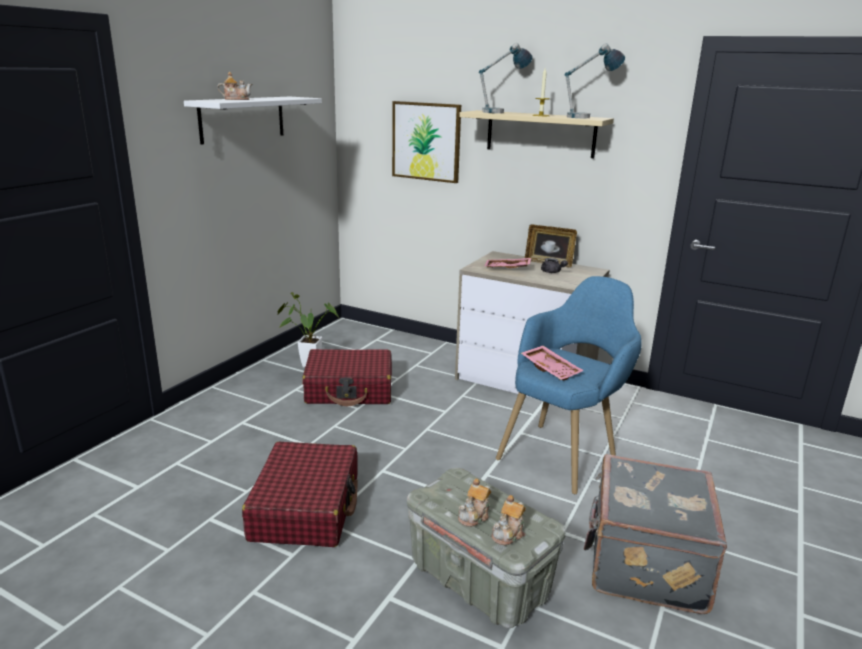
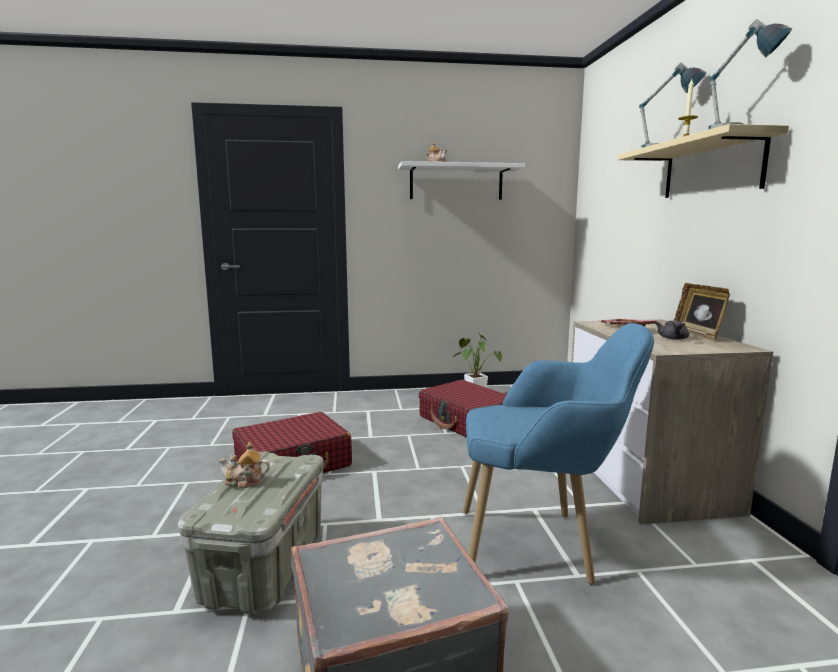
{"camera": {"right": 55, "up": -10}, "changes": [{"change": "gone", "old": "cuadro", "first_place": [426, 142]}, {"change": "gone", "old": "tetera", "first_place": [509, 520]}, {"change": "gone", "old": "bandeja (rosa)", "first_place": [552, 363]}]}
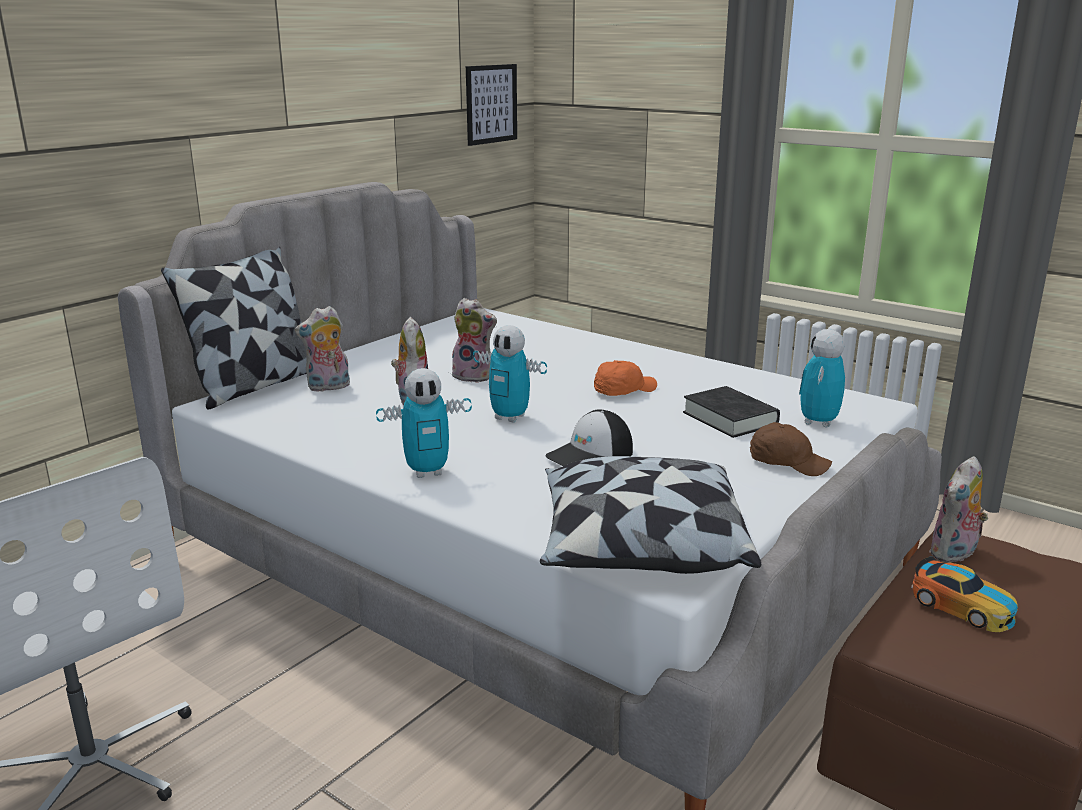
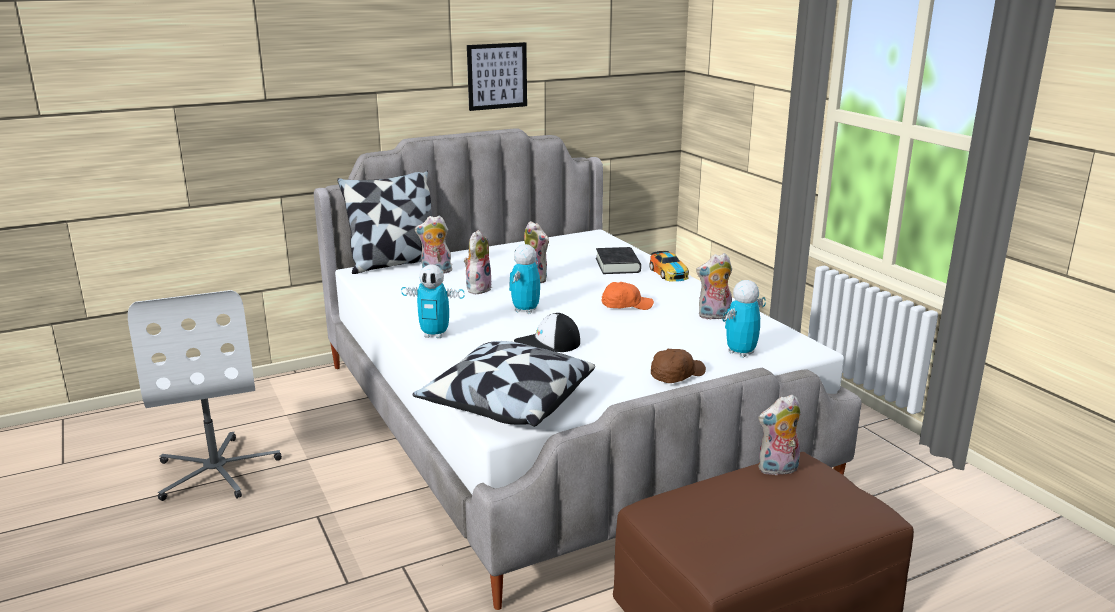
{"camera": {"right": 25, "up": 0}, "changes": [{"change": "shifted", "old": "cuadro", "first_place": [491, 105], "second_place": [497, 76]}, {"change": "rotated", "old": "robot de juguete", "first_place": [510, 374], "second_place": [524, 279], "degrees": 60}, {"change": "shifted", "old": "libro (negro)", "first_place": [731, 412], "second_place": [618, 260]}, {"change": "shifted", "old": "coche de juguete", "first_place": [964, 594], "second_place": [669, 266]}, {"change": "rotated", "old": "gorra (marrón)", "first_place": [791, 449], "second_place": [678, 366], "degrees": -90}, {"change": "new", "new": "peluche", "second_place": [714, 286]}]}
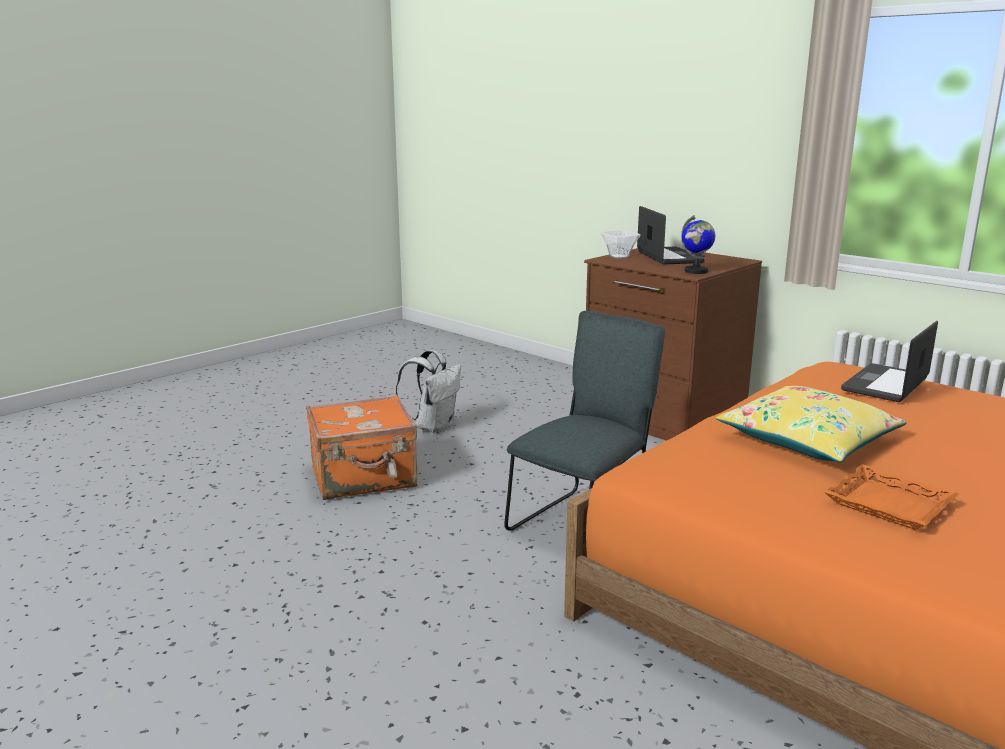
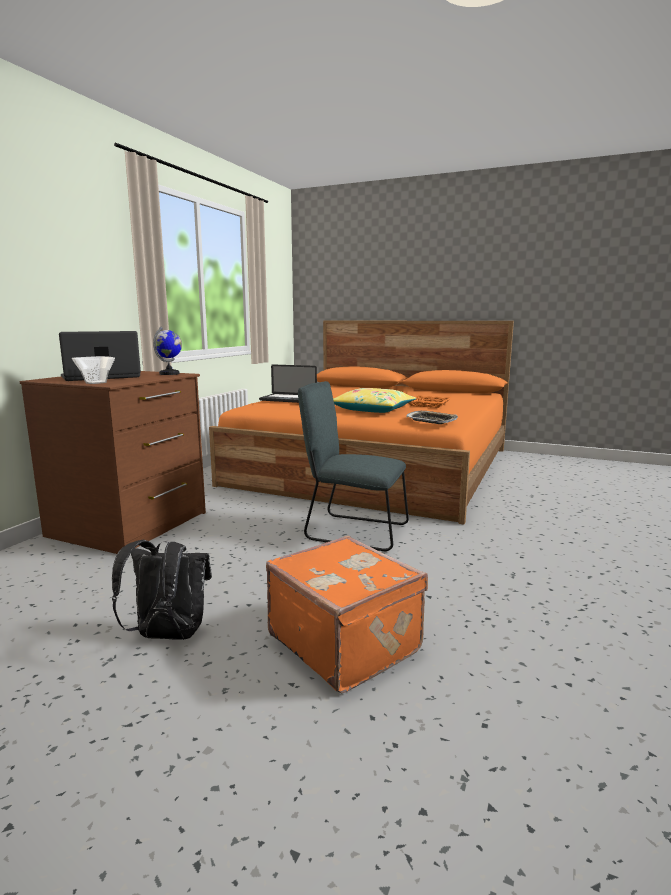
{"camera": {"right": -110, "up": -5}, "changes": [{"change": "repainted", "old": "mochila (blanco)", "new": "mochila (negro)", "first_place": [428, 391], "second_place": [162, 590]}, {"change": "new", "new": "bandeja", "second_place": [432, 417]}]}
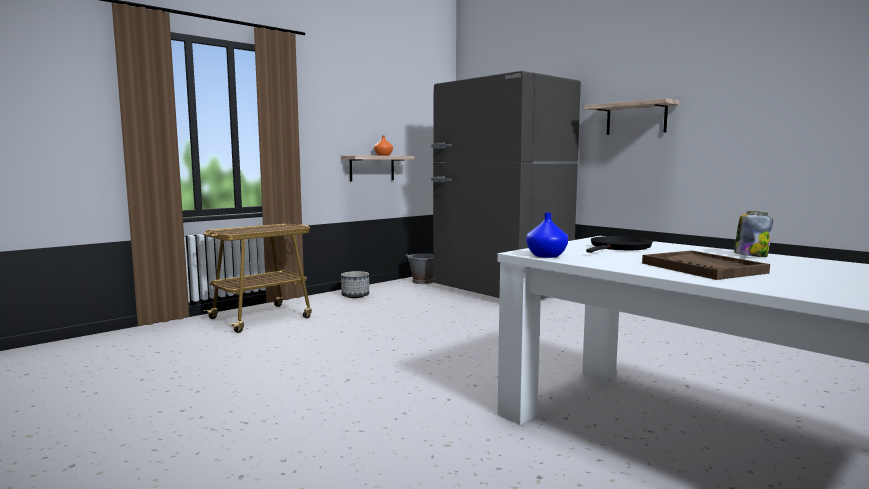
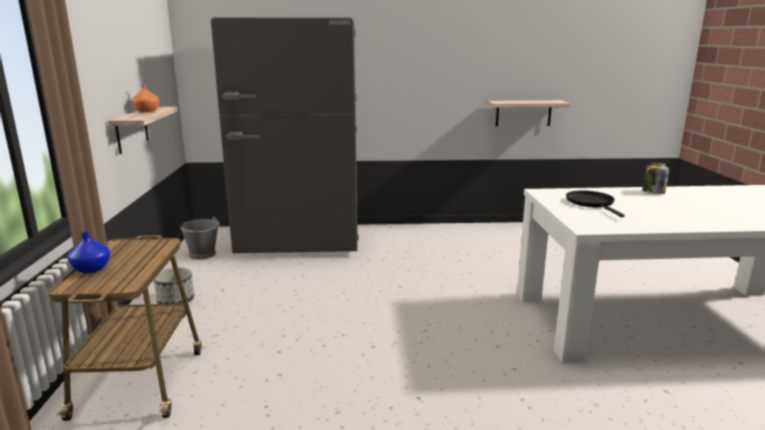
{"camera": {"right": -50, "up": 10}, "changes": [{"change": "shifted", "old": "florero (azul)", "first_place": [547, 235], "second_place": [88, 252]}, {"change": "shifted", "old": "estante", "first_place": [631, 116], "second_place": [529, 113]}, {"change": "gone", "old": "bandeja (marrón)", "first_place": [706, 265]}]}
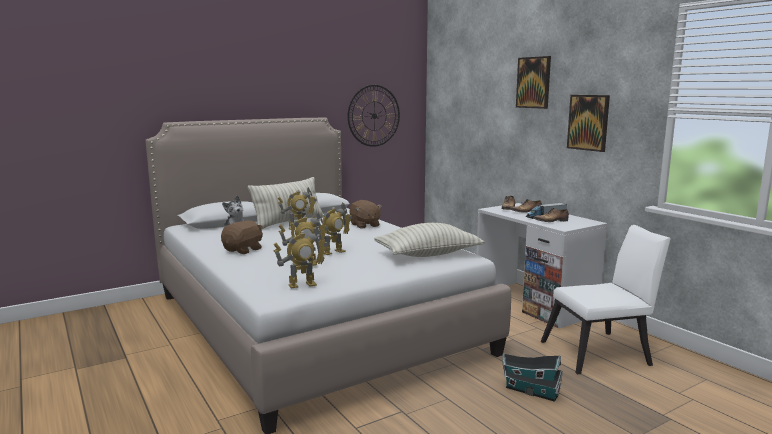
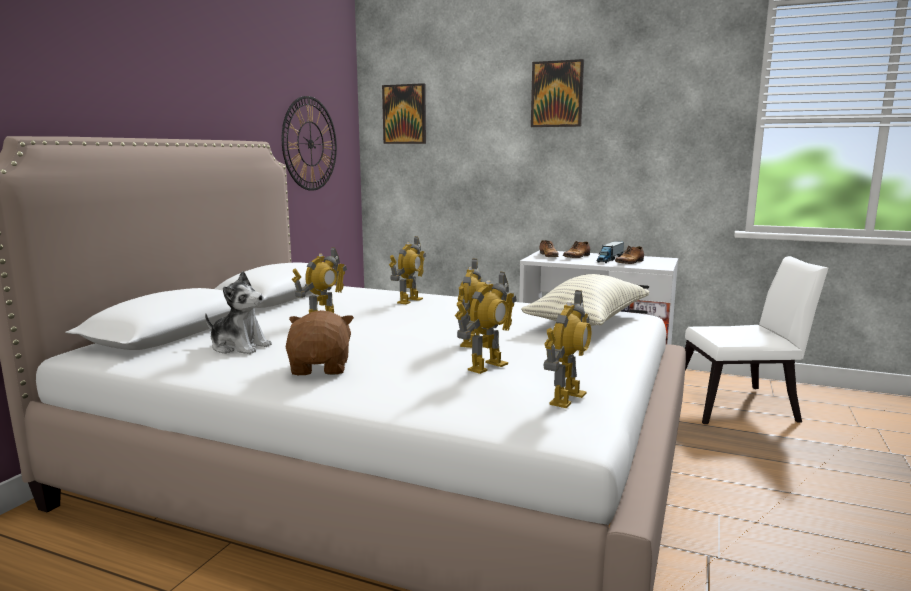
{"camera": {"right": -35, "up": 0}, "changes": [{"change": "shifted", "old": "cuadro", "first_place": [588, 123], "second_place": [404, 113]}, {"change": "swapped", "old": "peluche (marrón)", "new": "robot de juguete", "first_place": [365, 214], "second_place": [407, 270]}, {"change": "rotated", "old": "silla (blanco)", "first_place": [606, 300], "second_place": [756, 340], "degrees": 45}, {"change": "gone", "old": "cojín", "first_place": [286, 203]}, {"change": "gone", "old": "casita", "first_place": [532, 378]}]}
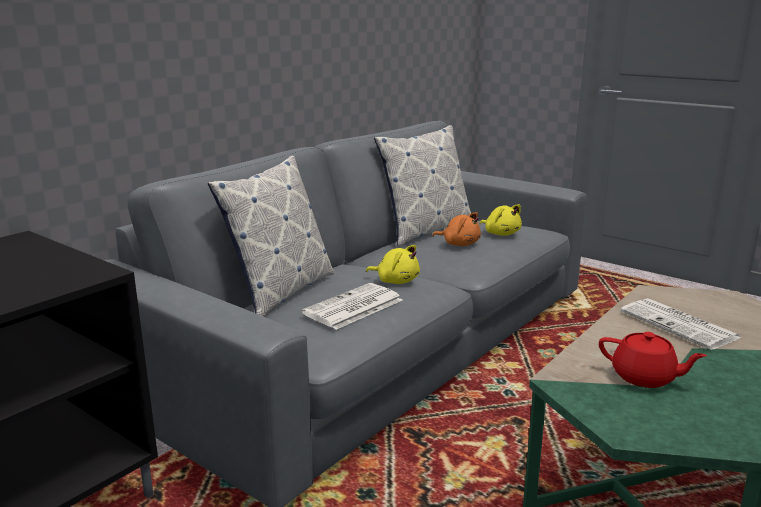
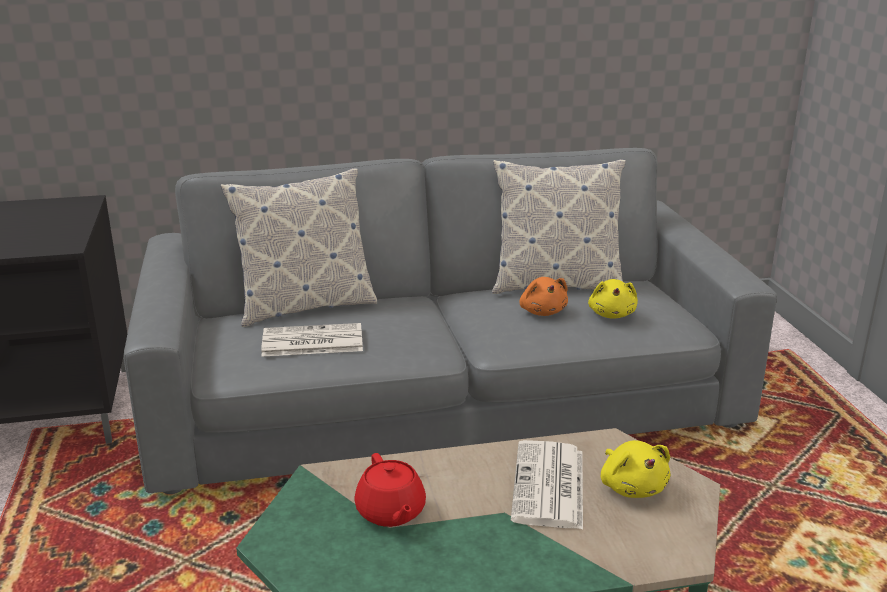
{"camera": {"right": 40, "up": 5}, "changes": [{"change": "shifted", "old": "peluche (amarillo)", "first_place": [393, 264], "second_place": [635, 469]}]}
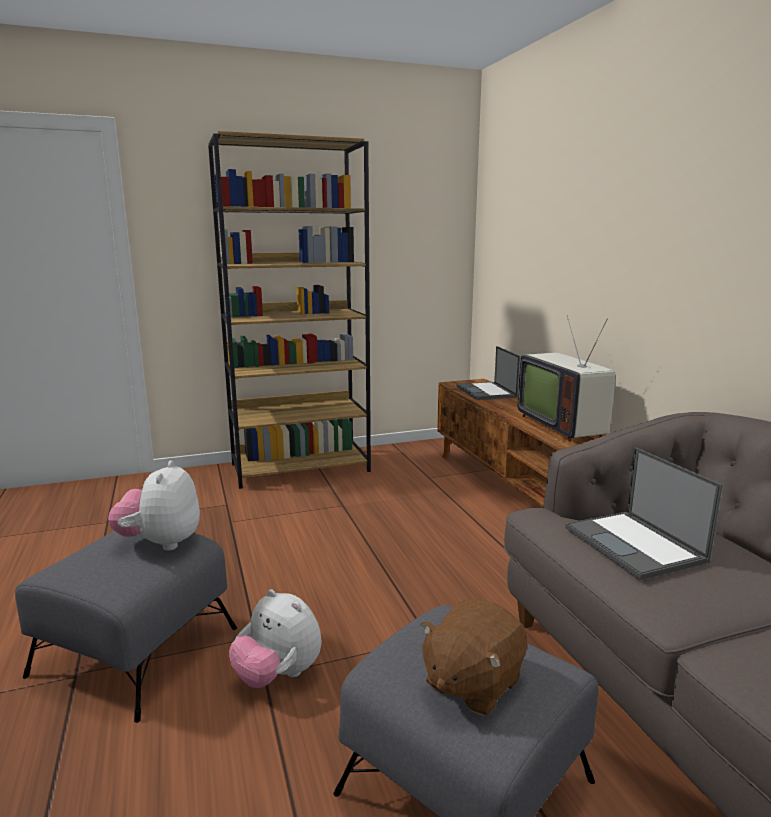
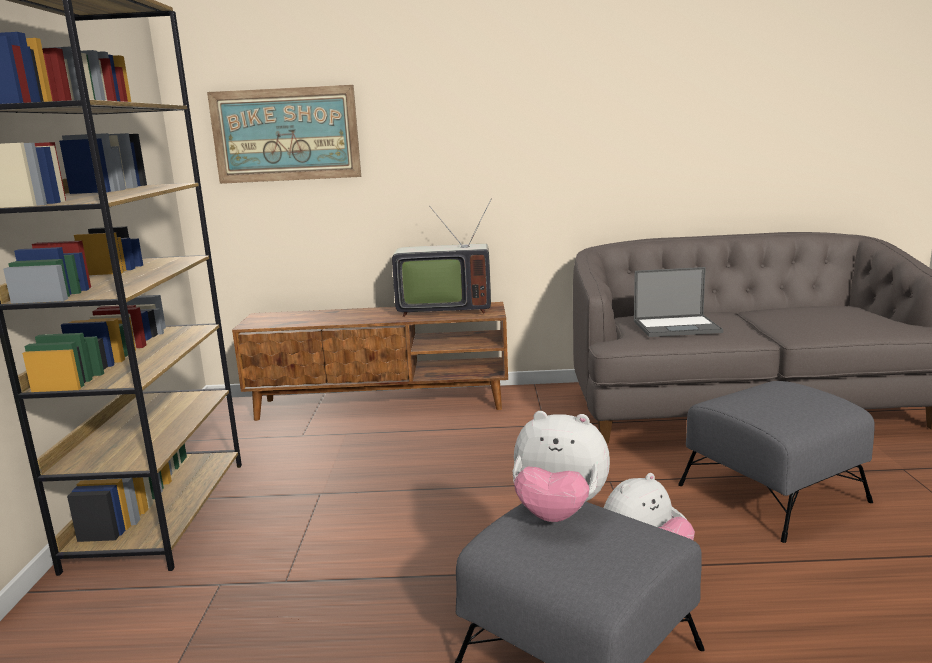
{"camera": {"right": -70, "up": 0}, "changes": [{"change": "new", "new": "cuadro", "second_place": [284, 134]}, {"change": "gone", "old": "peluche (marrón)", "first_place": [473, 657]}, {"change": "gone", "old": "portátil", "first_place": [488, 373]}]}
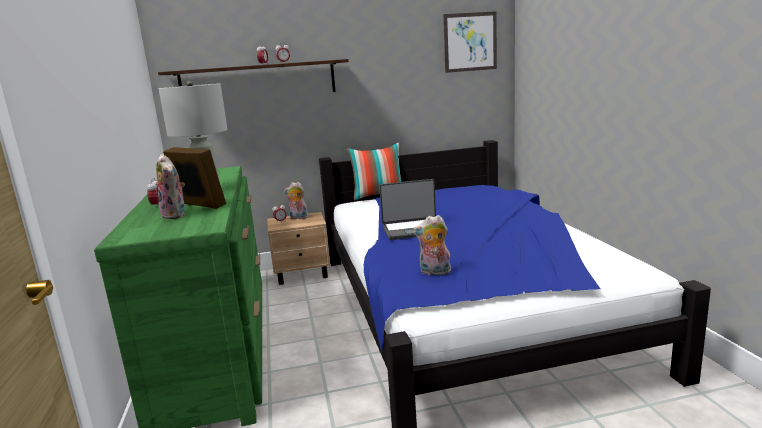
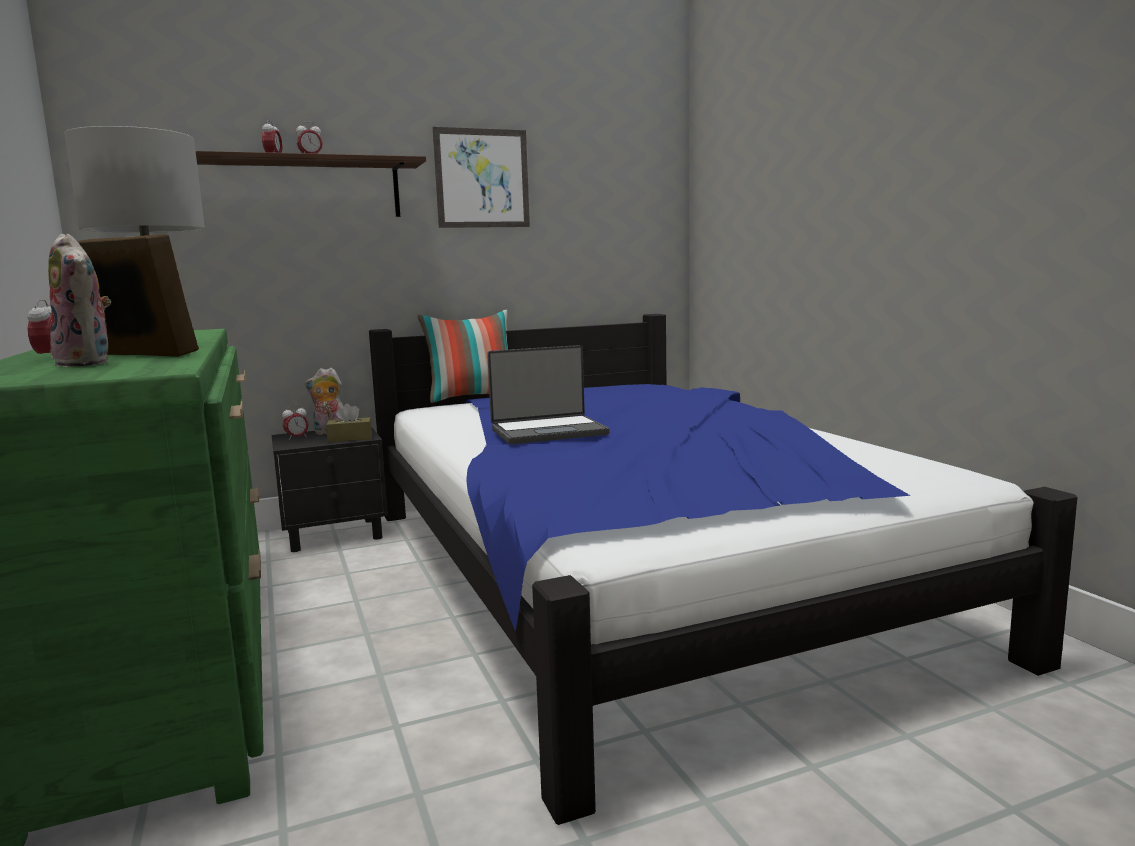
{"camera": {"right": -10, "up": -5}, "changes": [{"change": "repainted", "old": "mesita de noche (beis)", "new": "mesita de noche (negro)", "first_place": [298, 248], "second_place": [329, 490]}, {"change": "new", "new": "caja de pañuelos (marrón)", "second_place": [349, 423]}, {"change": "shifted", "old": "cuadro", "first_place": [470, 42], "second_place": [481, 177]}, {"change": "gone", "old": "peluche", "first_place": [432, 245]}]}
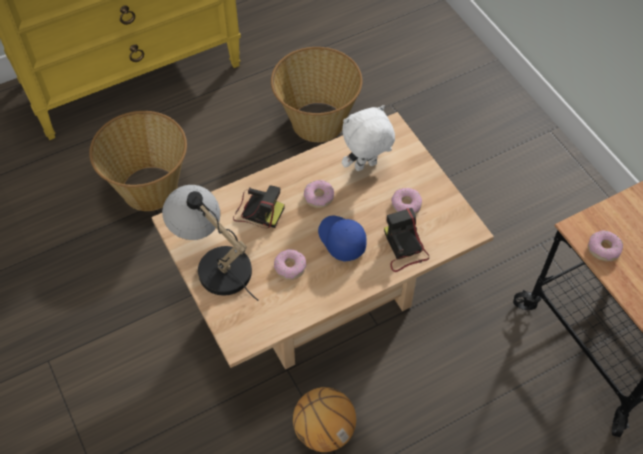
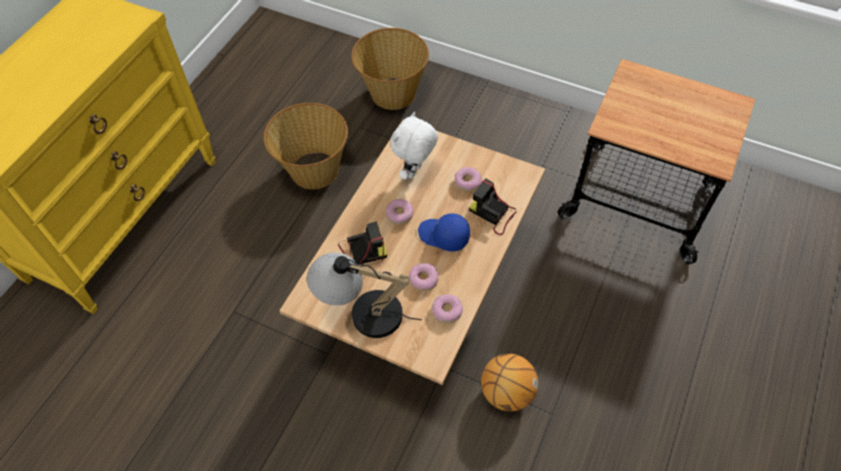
{"camera": {"right": -35, "up": 0}, "changes": [{"change": "shifted", "old": "cesta", "first_place": [138, 161], "second_place": [390, 69]}, {"change": "shifted", "old": "rosquilla", "first_place": [605, 246], "second_place": [447, 309]}]}
